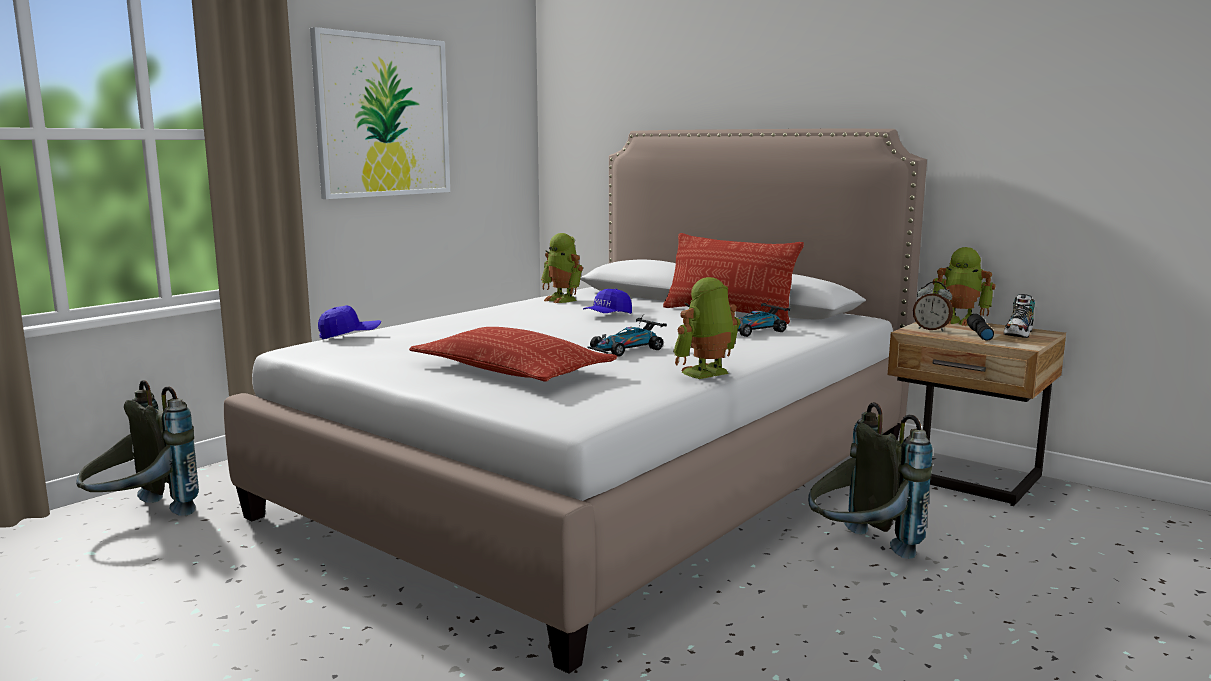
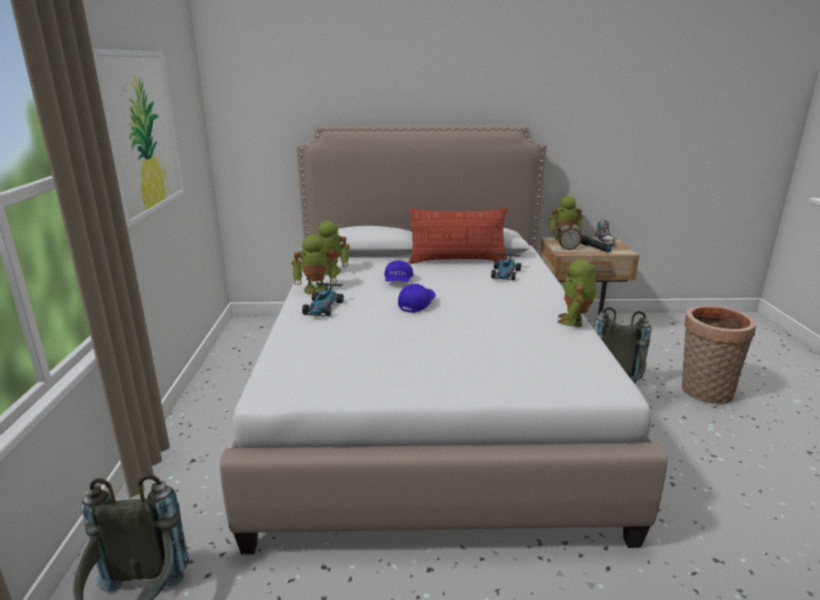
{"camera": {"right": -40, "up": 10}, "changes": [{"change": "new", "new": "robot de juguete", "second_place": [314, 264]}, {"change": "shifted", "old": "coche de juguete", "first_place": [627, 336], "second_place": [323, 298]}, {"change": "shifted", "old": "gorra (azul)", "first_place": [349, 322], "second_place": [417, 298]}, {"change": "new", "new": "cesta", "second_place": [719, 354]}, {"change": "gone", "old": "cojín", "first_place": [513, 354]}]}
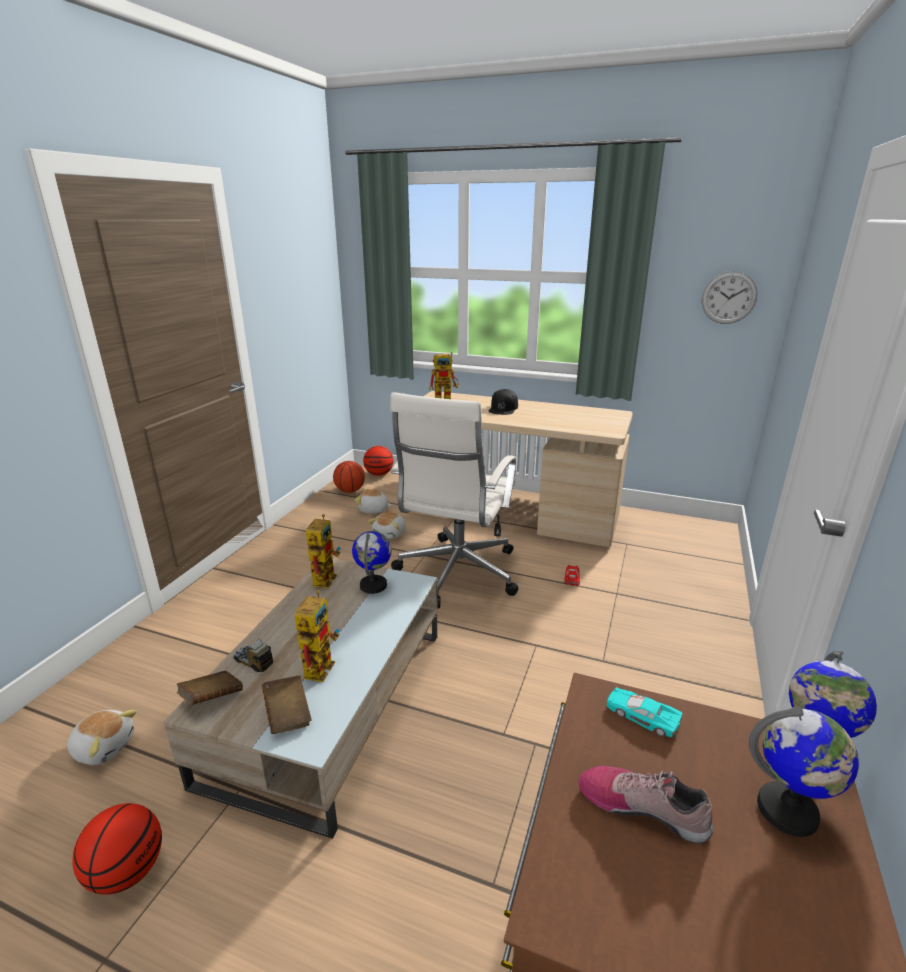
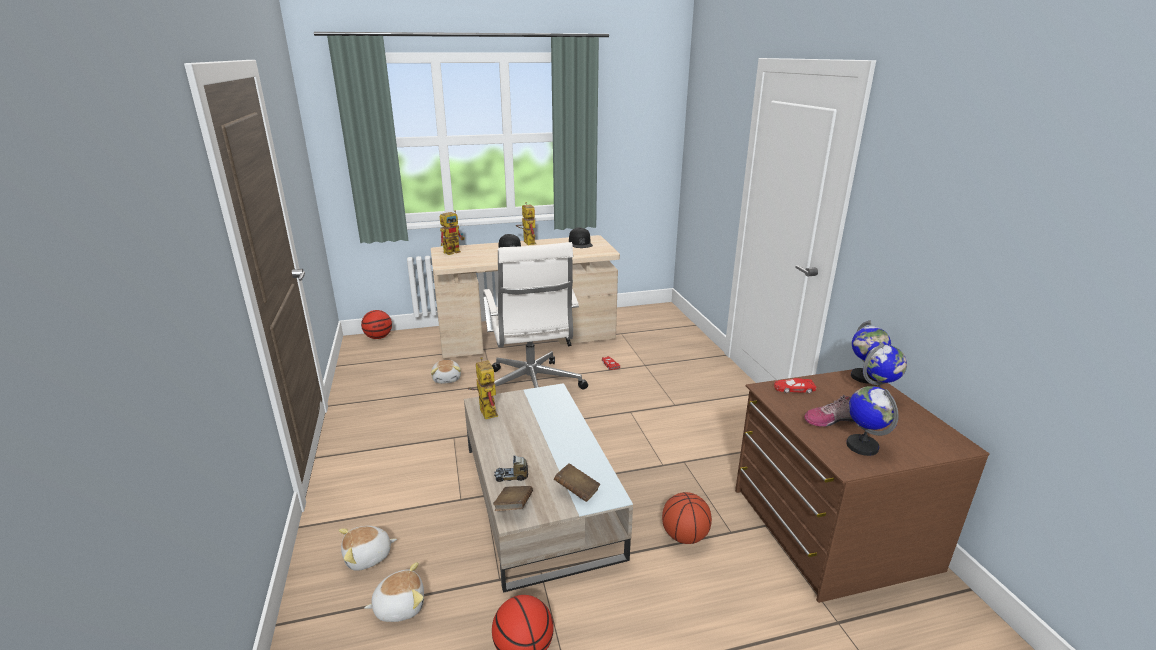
{"camera": {"right": -35, "up": 0}, "changes": [{"change": "shifted", "old": "peluche", "first_place": [373, 500], "second_place": [368, 548]}, {"change": "shifted", "old": "robot de juguete", "first_place": [317, 636], "second_place": [526, 223]}, {"change": "new", "new": "gorra (negro)", "second_place": [581, 237]}, {"change": "shifted", "old": "balón de baloncesto", "first_place": [349, 477], "second_place": [687, 518]}, {"change": "repainted", "old": "coche de juguete (turquesa)", "new": "coche de juguete (rojo)", "first_place": [644, 712], "second_place": [795, 385]}, {"change": "shifted", "old": "globo terráqueo", "first_place": [371, 562], "second_place": [872, 421]}, {"change": "gone", "old": "reloj de pared", "first_place": [730, 297]}]}
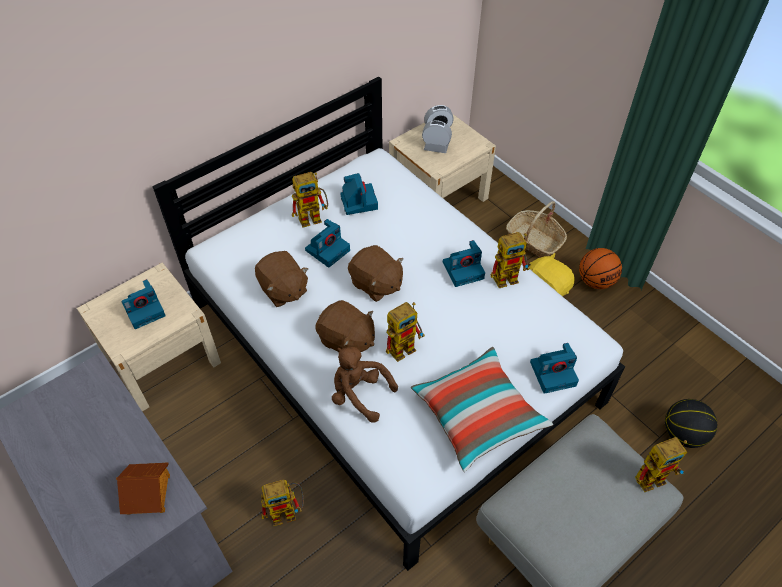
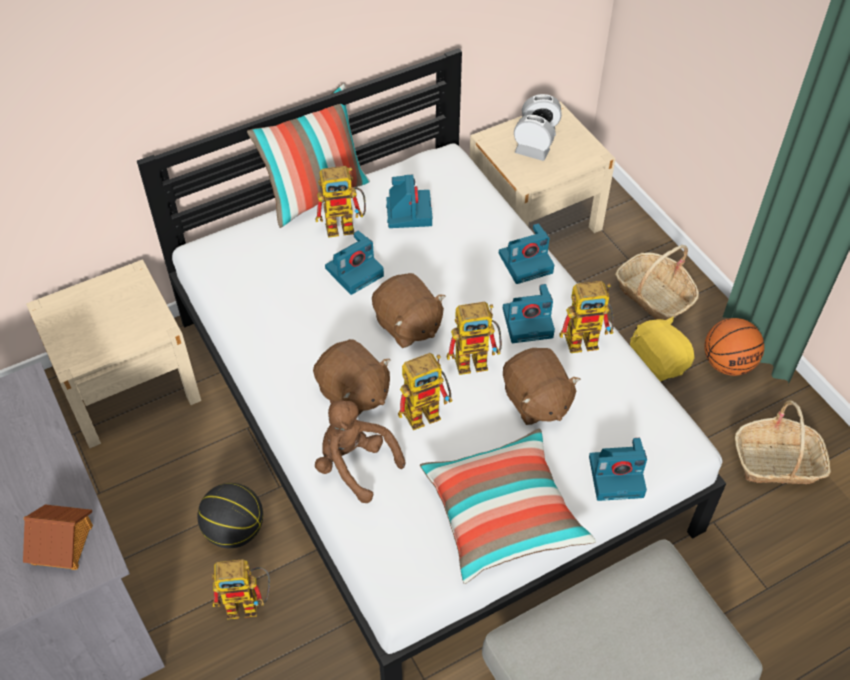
{"camera": {"right": 10, "up": 0}, "changes": [{"change": "shifted", "old": "balón de baloncesto", "first_place": [691, 423], "second_place": [230, 515]}, {"change": "new", "new": "cojín", "second_place": [308, 156]}, {"change": "shifted", "old": "robot de juguete", "first_place": [661, 464], "second_place": [474, 338]}, {"change": "shifted", "old": "cámara", "first_place": [143, 304], "second_place": [526, 253]}, {"change": "shifted", "old": "peluche (marrón)", "first_place": [281, 279], "second_place": [541, 386]}, {"change": "new", "new": "cesta", "second_place": [783, 442]}]}
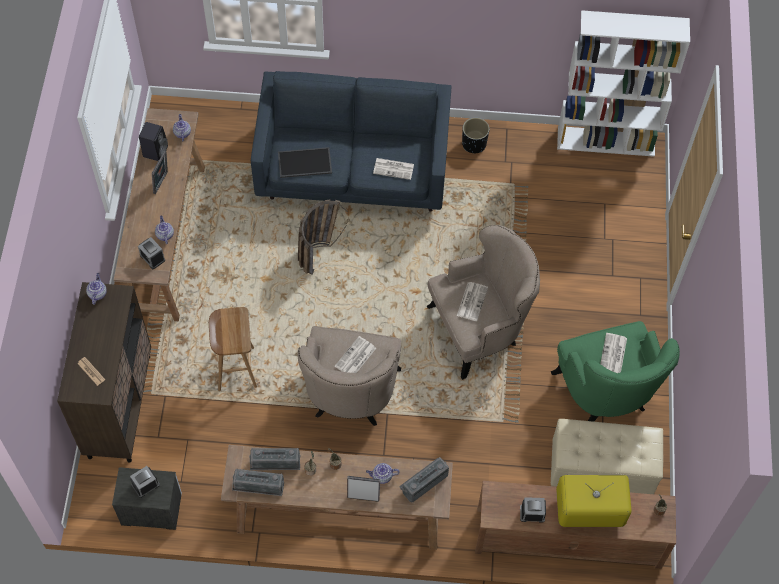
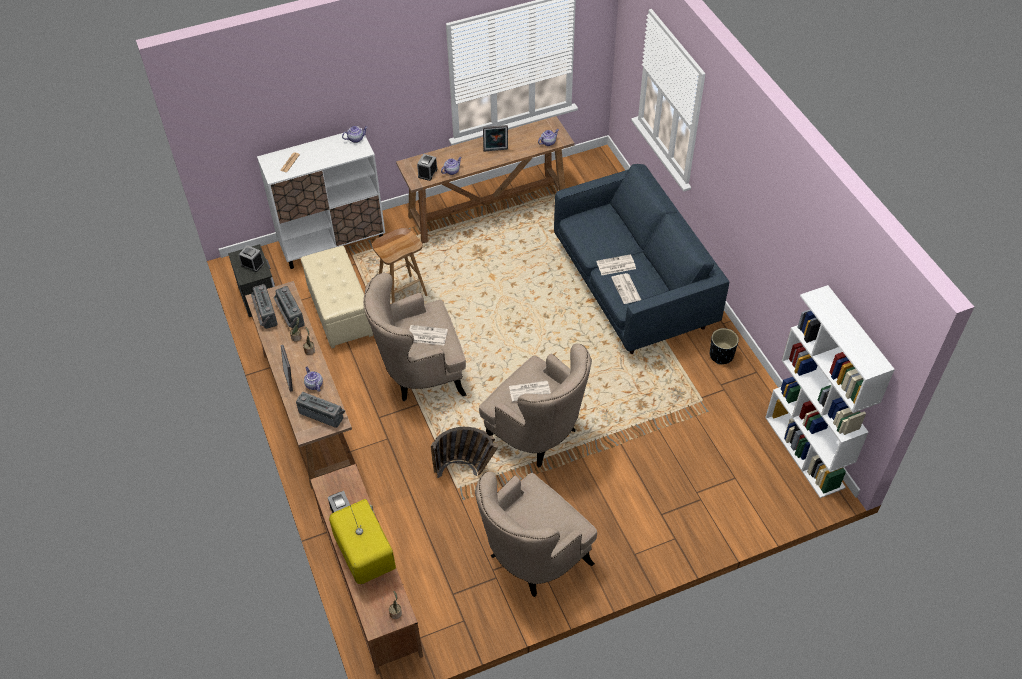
{"camera": {"right": 65, "up": -10}, "changes": [{"change": "repainted", "old": "armario (marrón)", "new": "armario (blanco)", "first_place": [104, 372], "second_place": [321, 198]}, {"change": "shifted", "old": "puf (beis)", "first_place": [607, 456], "second_place": [337, 297]}, {"change": "shifted", "old": "cesta", "first_place": [323, 237], "second_place": [464, 452]}, {"change": "repainted", "old": "sillón (verde)", "new": "sillón (beis)", "first_place": [615, 371], "second_place": [536, 534]}, {"change": "shifted", "old": "periódico", "first_place": [613, 353], "second_place": [616, 264]}, {"change": "gone", "old": "altavoz (negro)", "first_place": [153, 141]}, {"change": "gone", "old": "bandeja", "first_place": [305, 162]}]}
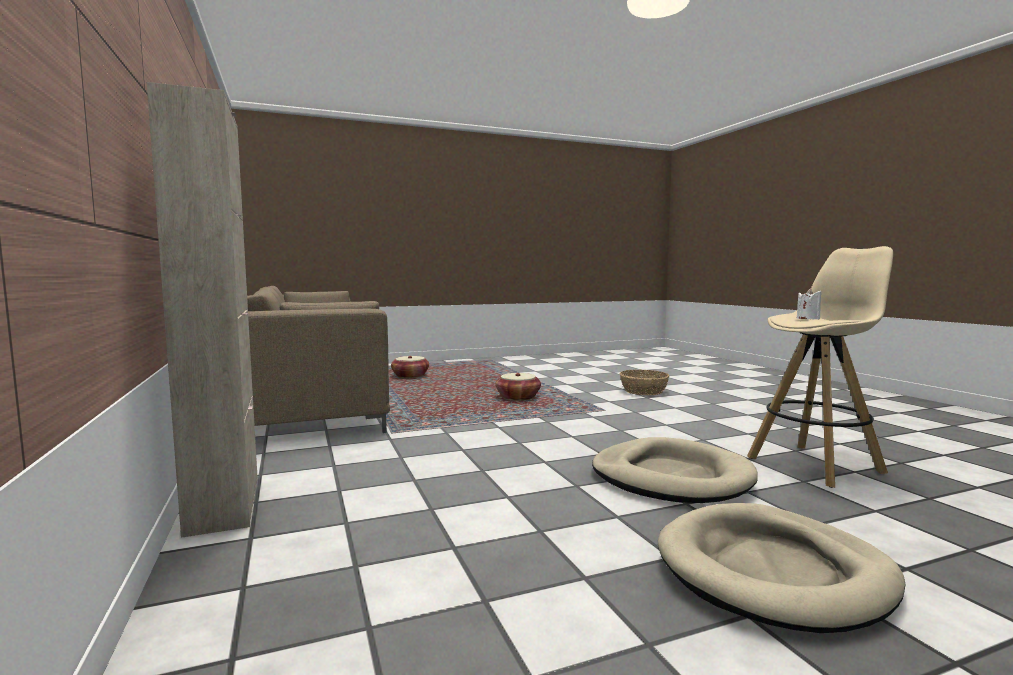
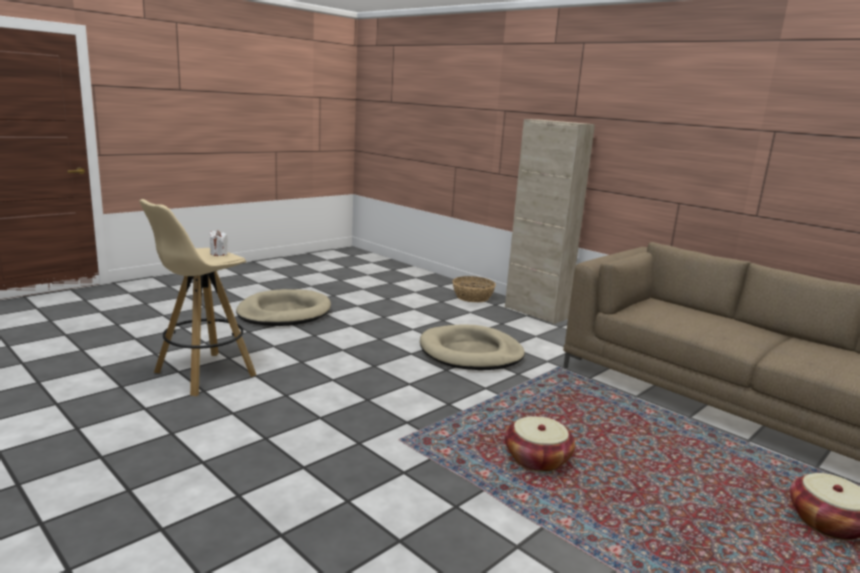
{"camera": {"right": 155, "up": 10}, "changes": [{"change": "shifted", "old": "cama para perro (beis)", "first_place": [675, 470], "second_place": [472, 347]}, {"change": "shifted", "old": "cesta", "first_place": [645, 382], "second_place": [474, 289]}]}
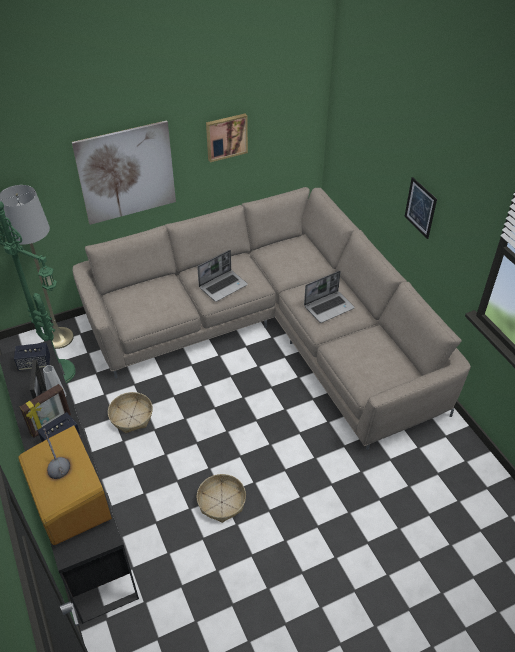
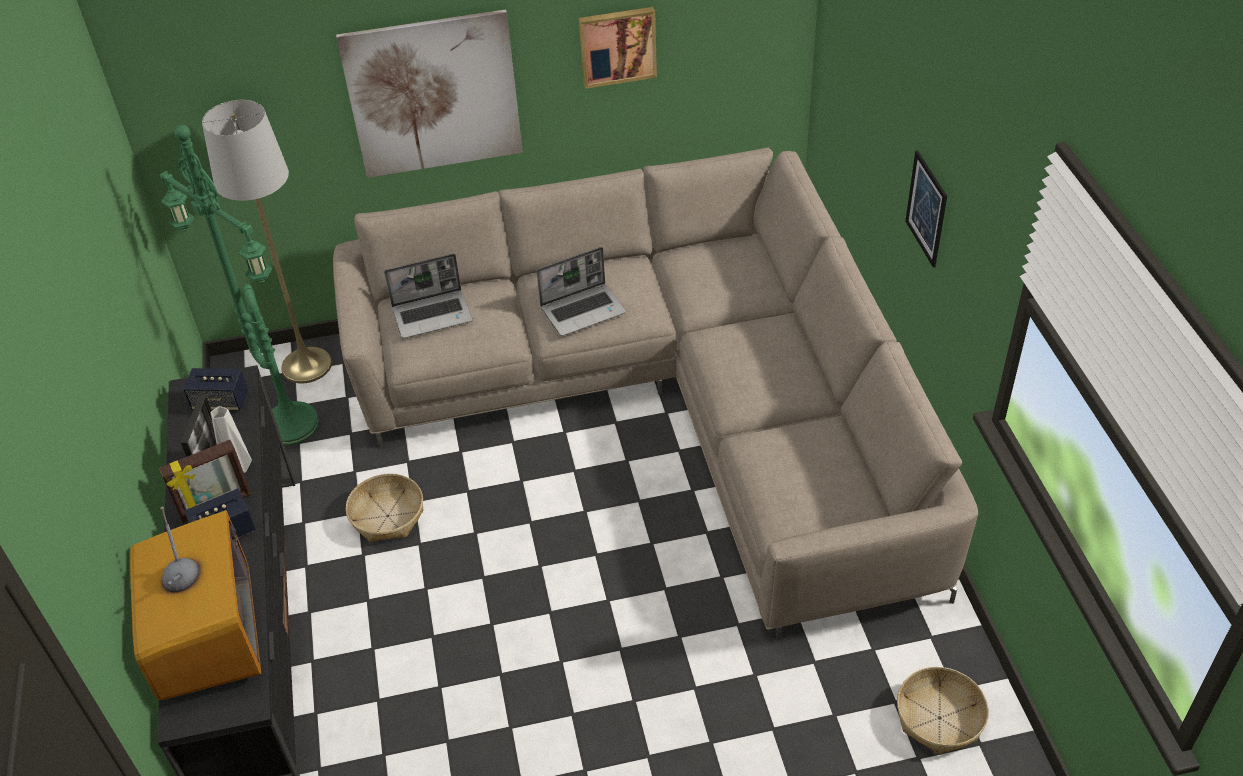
{"camera": {"right": 15, "up": 0}, "changes": [{"change": "shifted", "old": "portátil", "first_place": [329, 297], "second_place": [428, 296]}, {"change": "shifted", "old": "cesta", "first_place": [221, 498], "second_place": [943, 711]}]}
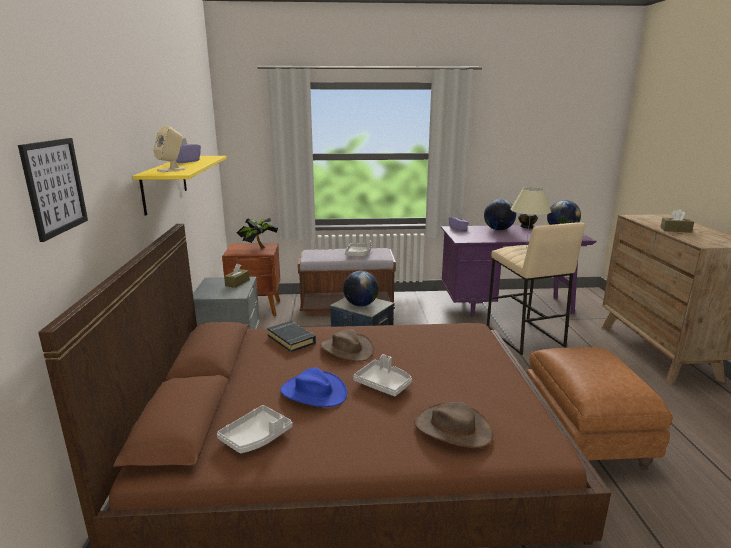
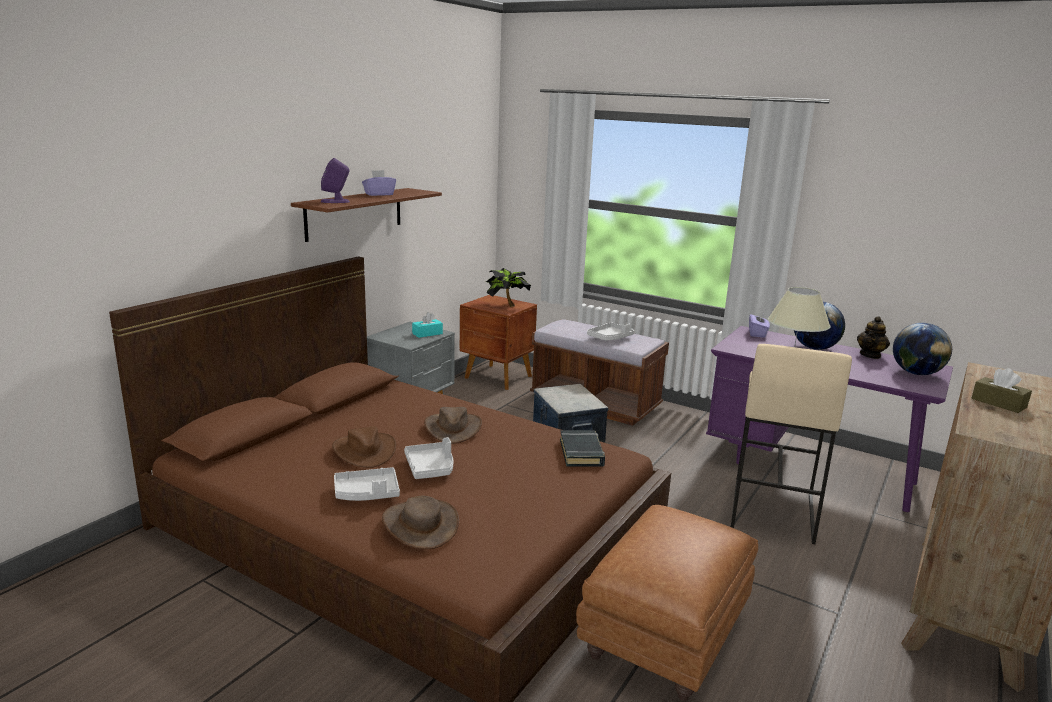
{"camera": {"right": 35, "up": 0}, "changes": [{"change": "repainted", "old": "estante (amarillo)", "new": "estante (marrón)", "first_place": [179, 186], "second_place": [366, 215]}, {"change": "repainted", "old": "altavoz (beis)", "new": "altavoz (morado)", "first_place": [169, 148], "second_place": [335, 180]}, {"change": "repainted", "old": "sombrero (azul)", "new": "sombrero (marrón)", "first_place": [313, 387], "second_place": [364, 447]}, {"change": "shifted", "old": "bandeja (gris)", "first_place": [254, 429], "second_place": [367, 484]}, {"change": "repainted", "old": "caja de pañuelos (marrón)", "new": "caja de pañuelos (turquesa)", "first_place": [237, 276], "second_place": [427, 325]}, {"change": "shifted", "old": "libro (negro)", "first_place": [291, 336], "second_place": [582, 448]}, {"change": "gone", "old": "cuadro", "first_place": [53, 190]}, {"change": "gone", "old": "globo terráqueo", "first_place": [361, 288]}]}
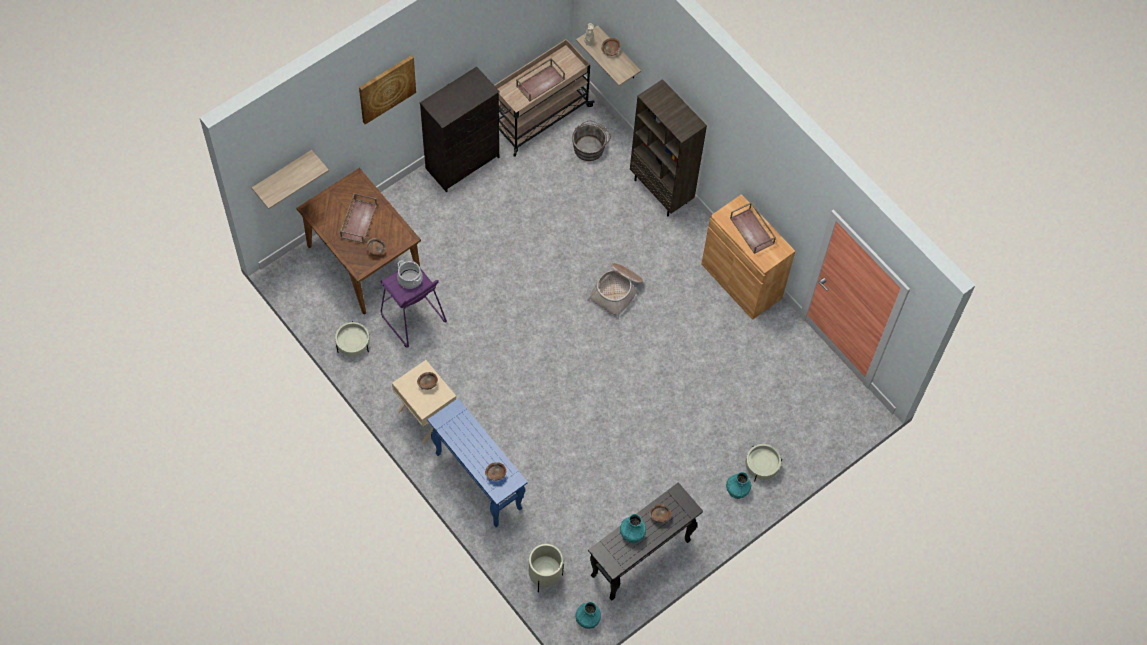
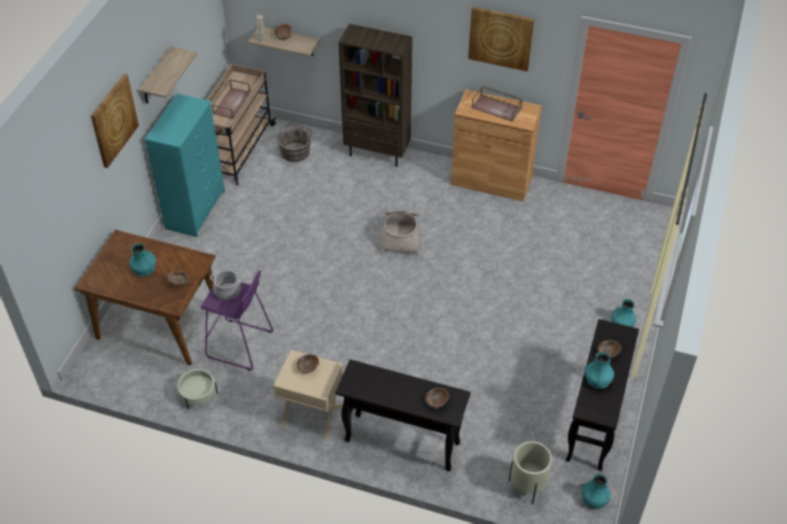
{"camera": {"right": -30, "up": -15}, "changes": [{"change": "swapped", "old": "bandeja (marrón)", "new": "florero (turquesa)", "first_place": [358, 218], "second_place": [143, 260]}, {"change": "shifted", "old": "estante", "first_place": [290, 179], "second_place": [168, 75]}, {"change": "repainted", "old": "cómoda (negro)", "new": "cómoda (turquesa)", "first_place": [460, 129], "second_place": [184, 165]}, {"change": "repainted", "old": "mesa consola (azul)", "new": "mesa consola (negro)", "first_place": [477, 462], "second_place": [403, 415]}, {"change": "new", "new": "cuadro", "second_place": [501, 39]}, {"change": "gone", "old": "maceta (beis)", "first_place": [763, 463]}]}
